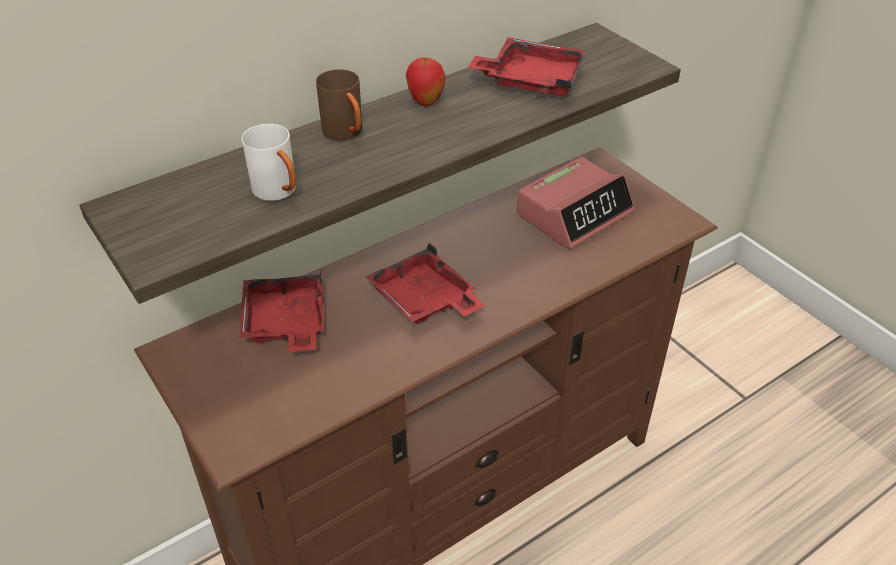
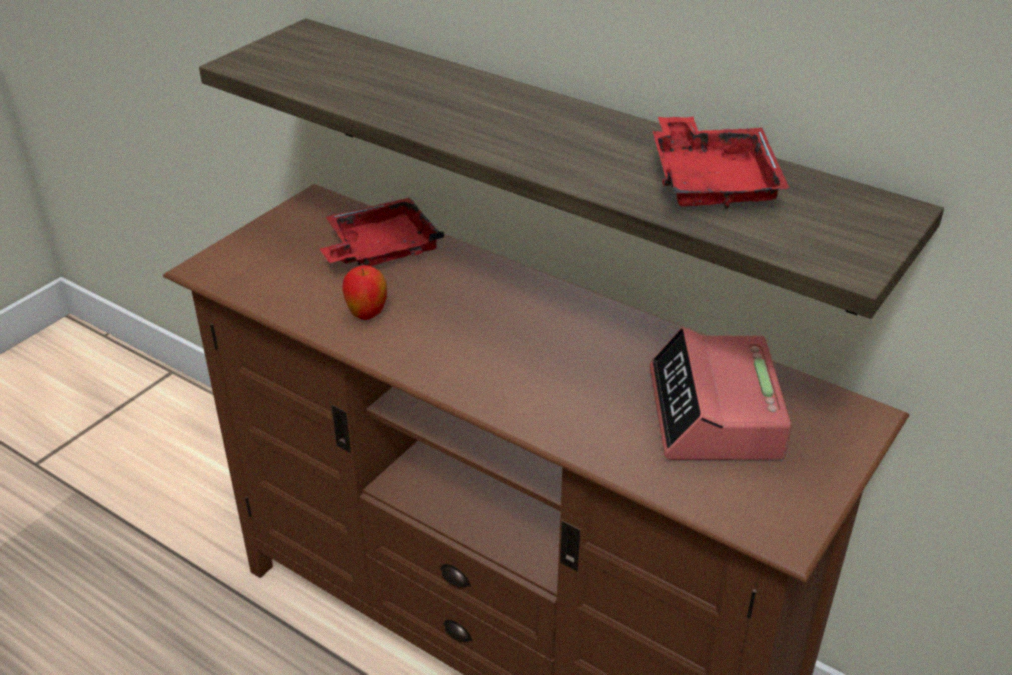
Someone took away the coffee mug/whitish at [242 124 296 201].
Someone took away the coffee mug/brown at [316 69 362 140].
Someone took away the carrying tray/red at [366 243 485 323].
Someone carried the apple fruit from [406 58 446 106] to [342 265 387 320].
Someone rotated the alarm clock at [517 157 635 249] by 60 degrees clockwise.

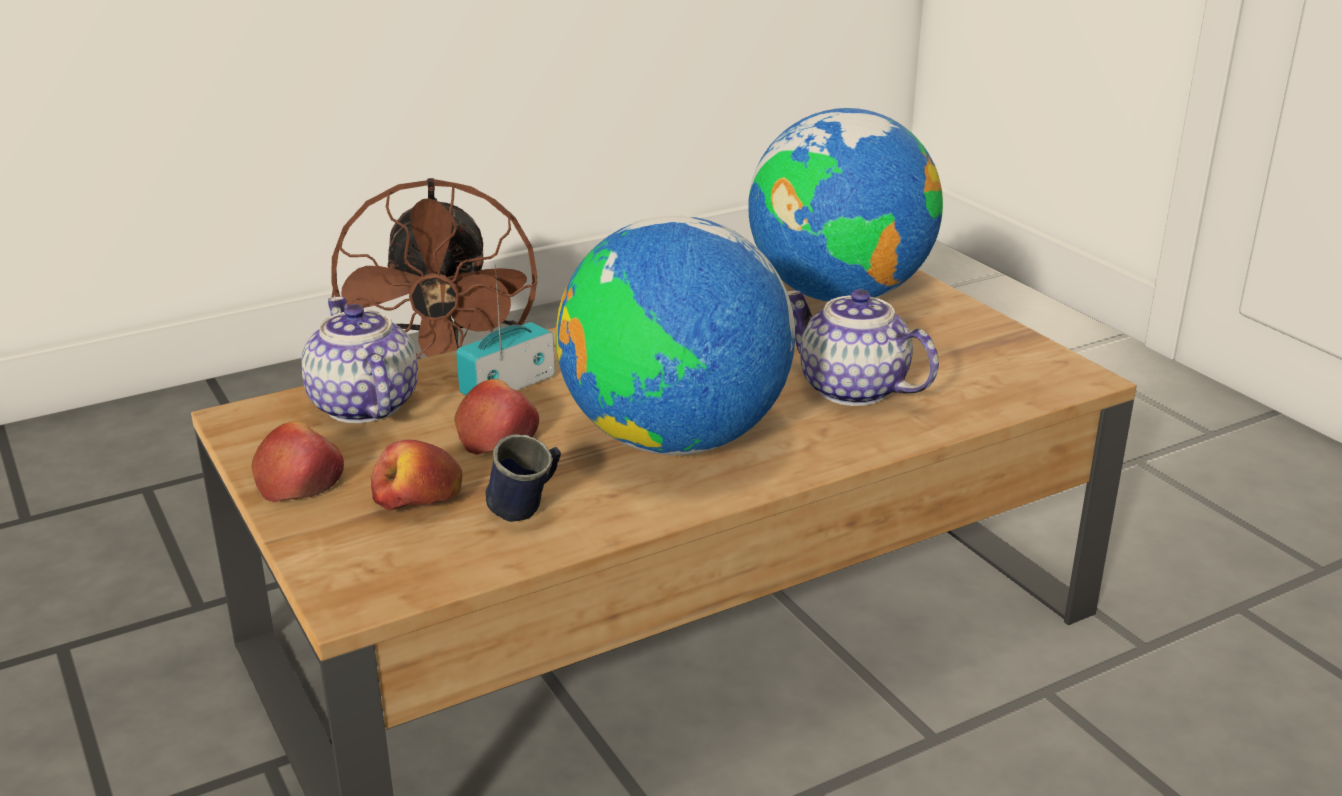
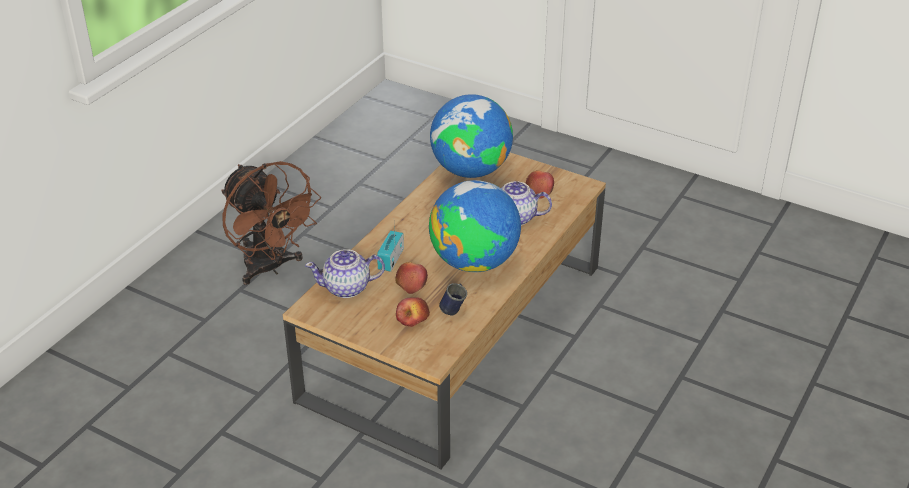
Someone carried the apple fruit from [251 421 344 503] to [525 170 554 199].
Someone rotated the pot for tea at [302 297 418 423] by 45 degrees counterclockwise.

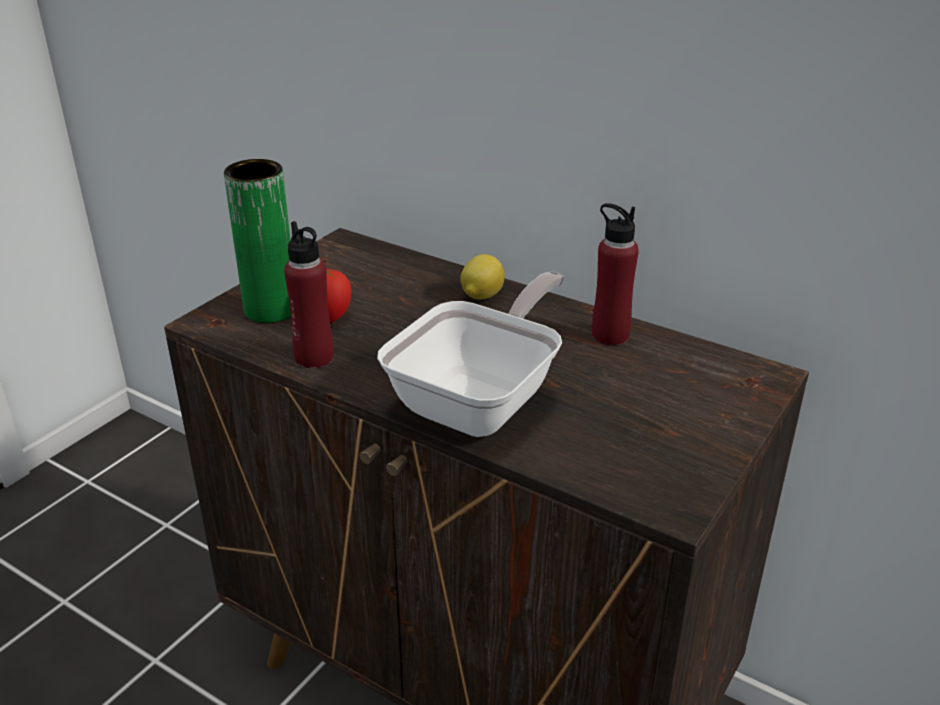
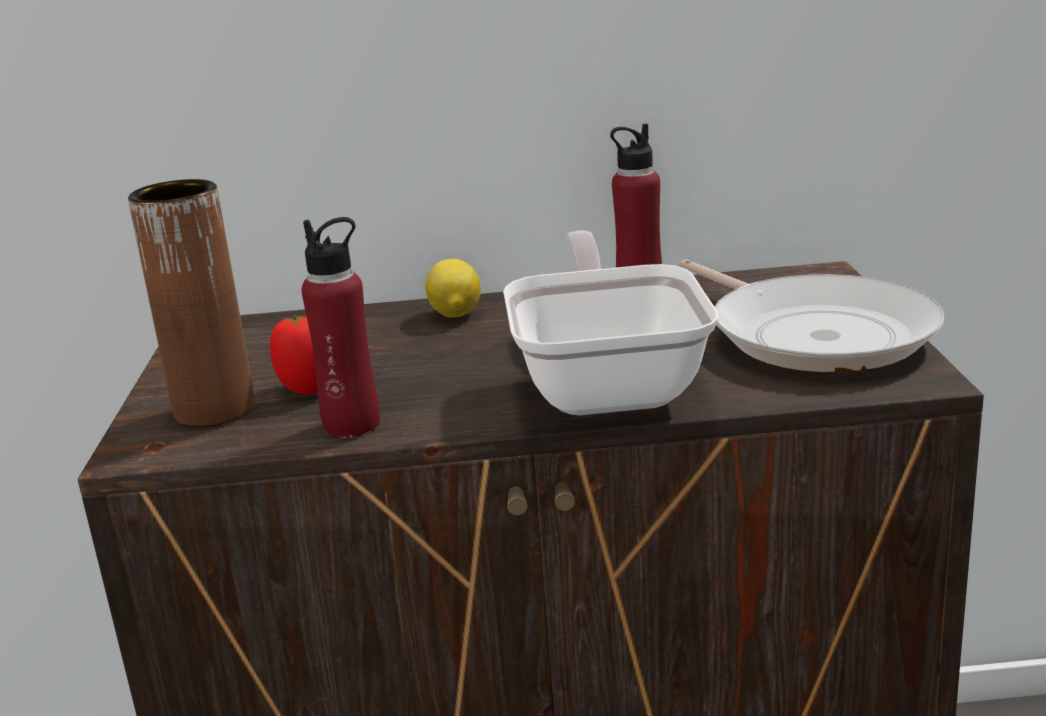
Someone repainted the vase/green-coloured at [224 159 291 323], which became the vase/brown at [128 179 255 427].
Someone put down the frying pan at [679 260 944 373].

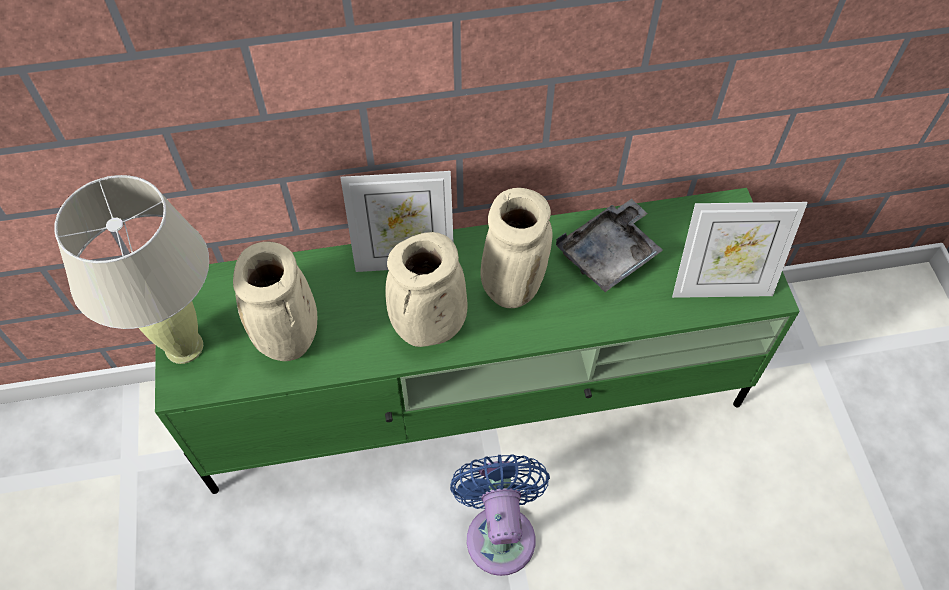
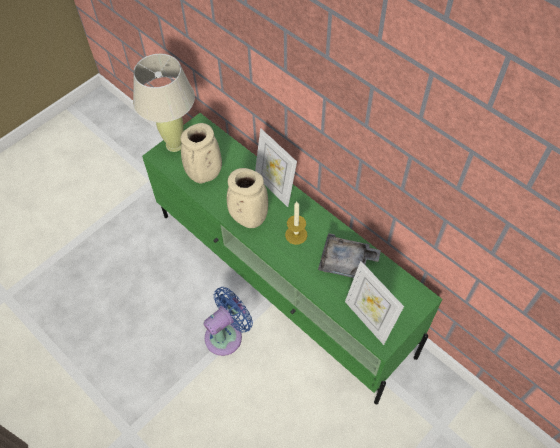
Someone swapped the vase/sand-coloured at [480 188 553 308] for the wax light at [285 202 307 245].

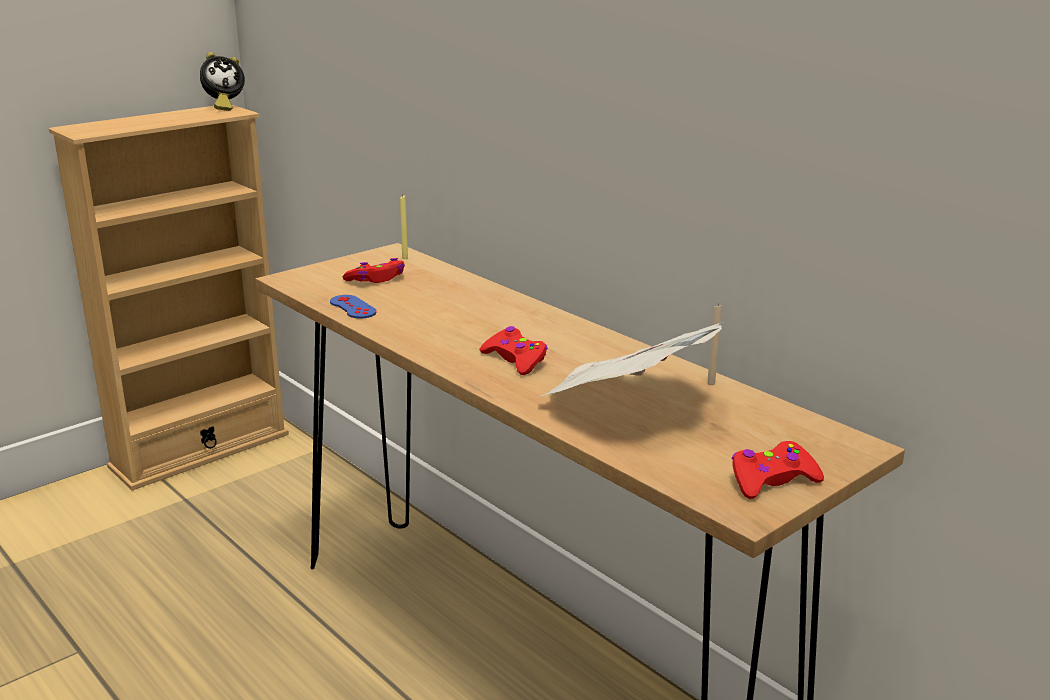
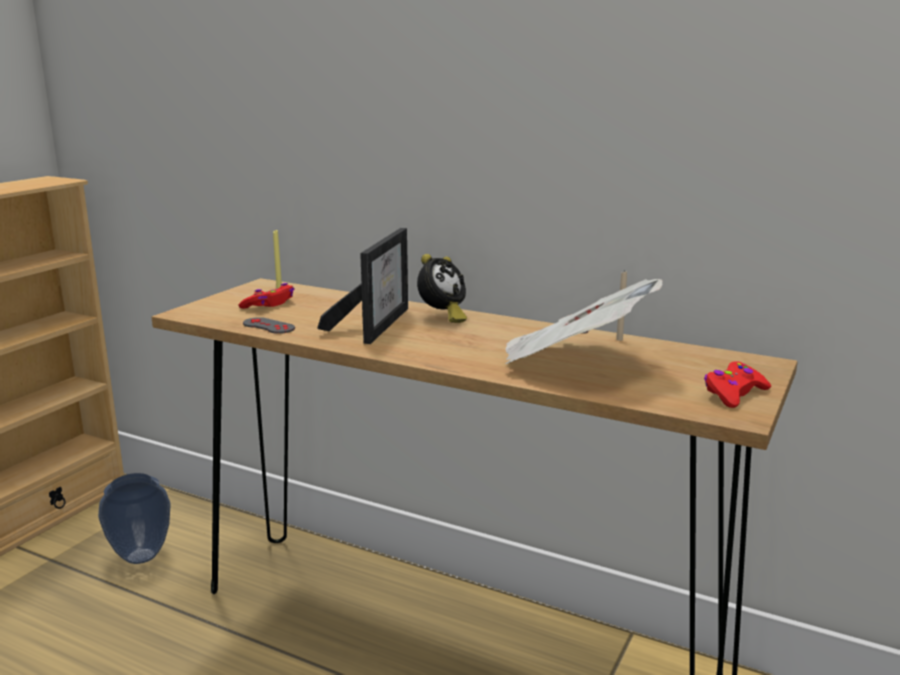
Someone carried the alarm clock from [200 52 245 111] to [417 254 467 323].
Someone repainted the joypad/bluish at [330 295 377 319], which became the joypad/gray at [243 317 295 334].
Someone took away the joypad/red at [480 326 548 375].
Someone put down the vase at [98 473 171 564].
Someone put down the picture frame at [317 228 408 344].

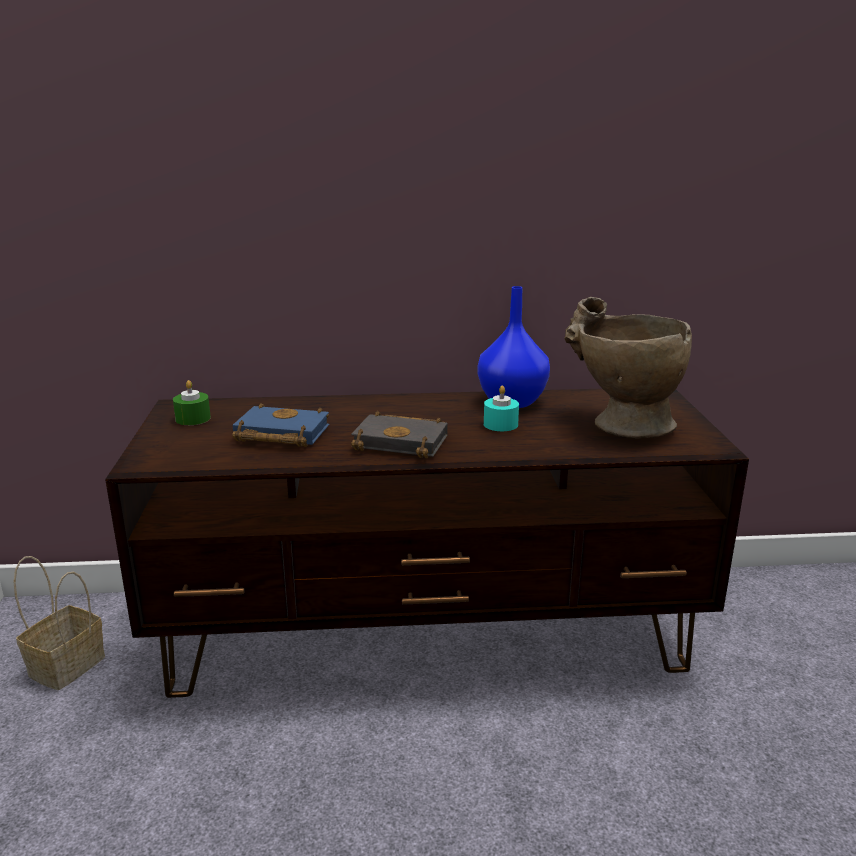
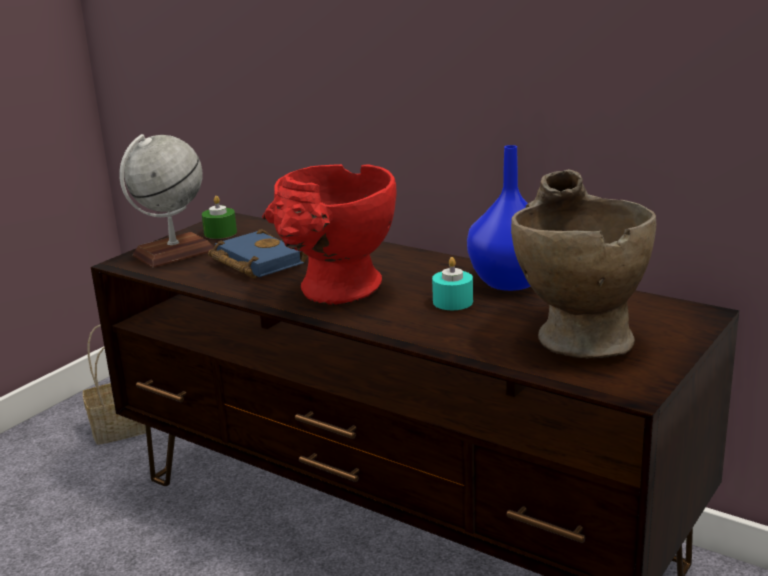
Someone swapped the volume/black at [351 411 448 458] for the vase/red at [262 164 397 305].
Someone put down the world globe at [119 134 214 268].

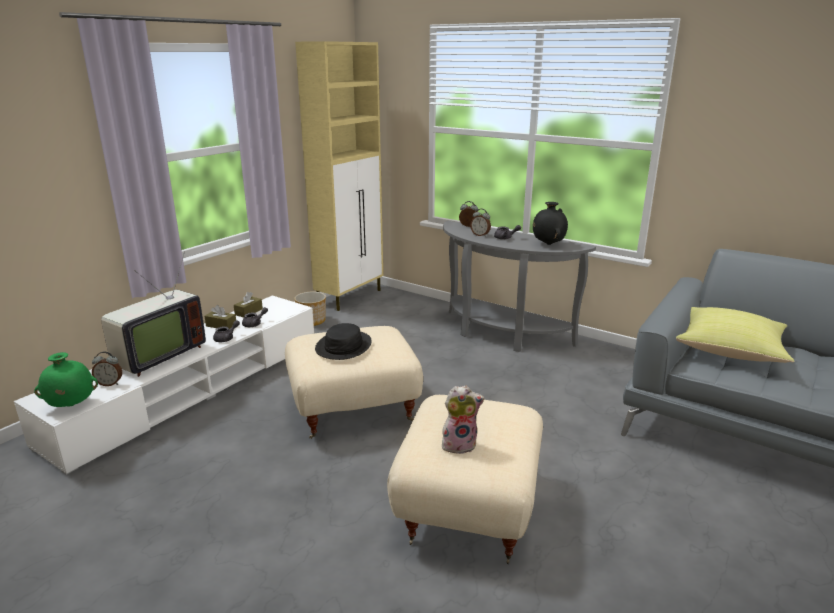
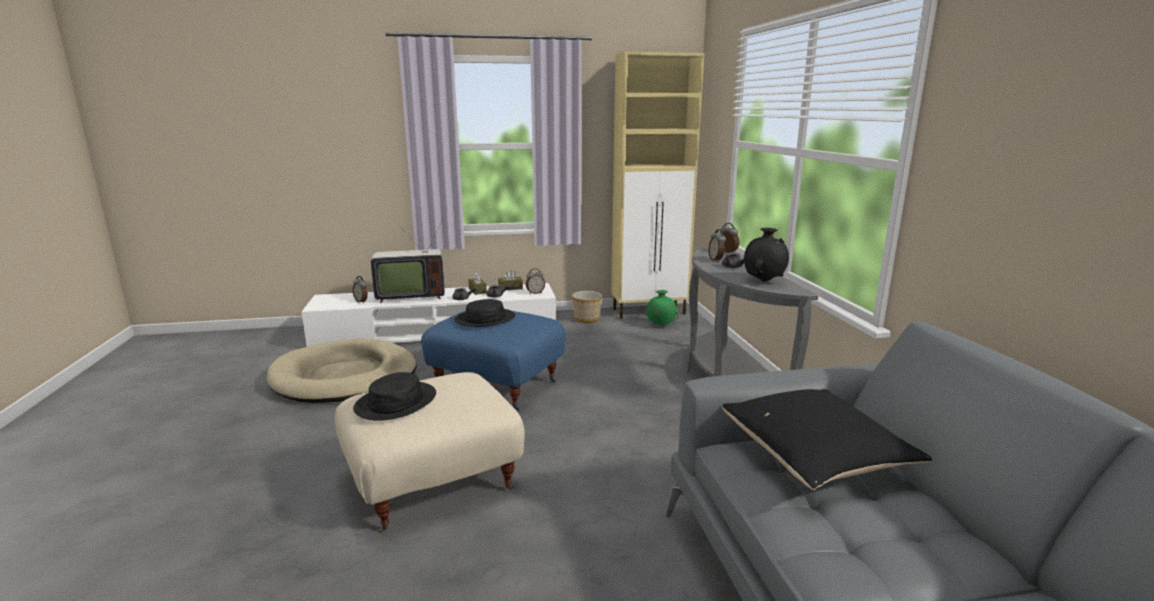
Someone carried the vase/green-coloured from [34 352 98 407] to [644 290 679 326].
Someone repainted the pouffe/sand-coloured at [285 326 423 439], which became the pouffe/bluish at [421 310 566 411].
Someone swapped the cuddly toy at [442 386 484 454] for the clothing hat/black at [353 372 436 421].
Someone repainted the cushion/yellow at [676 307 794 363], which became the cushion/black at [722 389 932 490].
Someone put down the dog cushion/sand-coloured at [267 338 417 403].
Someone put down the alarm clock at [526 268 545 294].

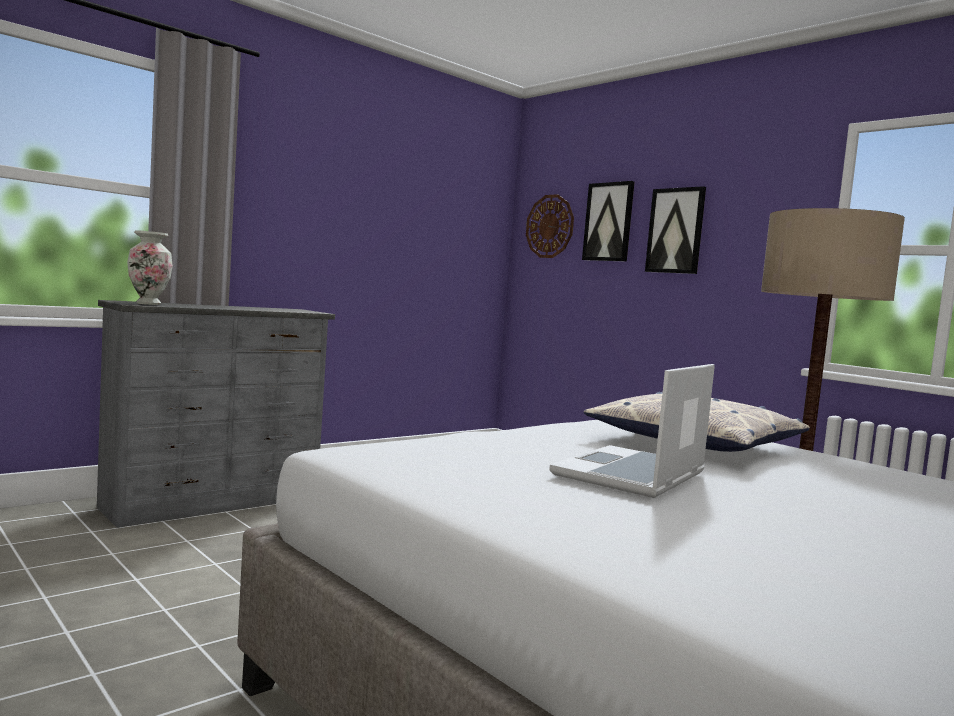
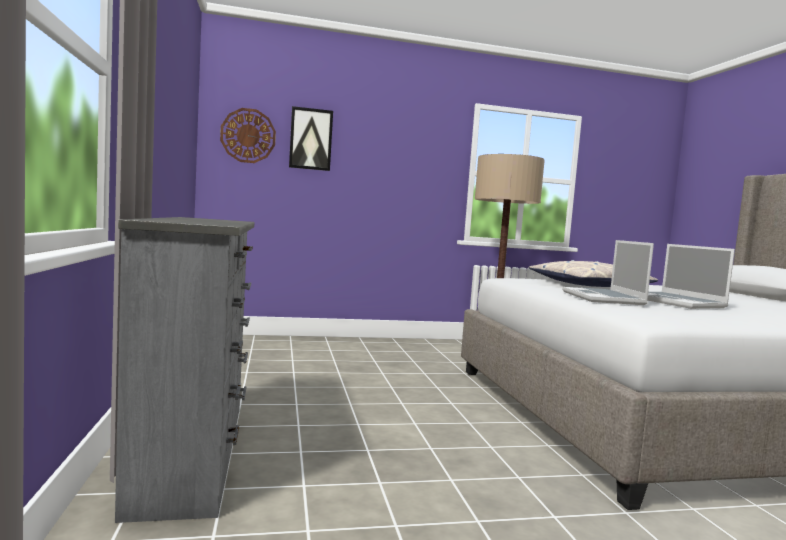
Someone took away the vase at [127 230 173 305].
Someone took away the wall picture at [645 186 706 274].
Someone put down the notebook computer at [562 240 654 305].

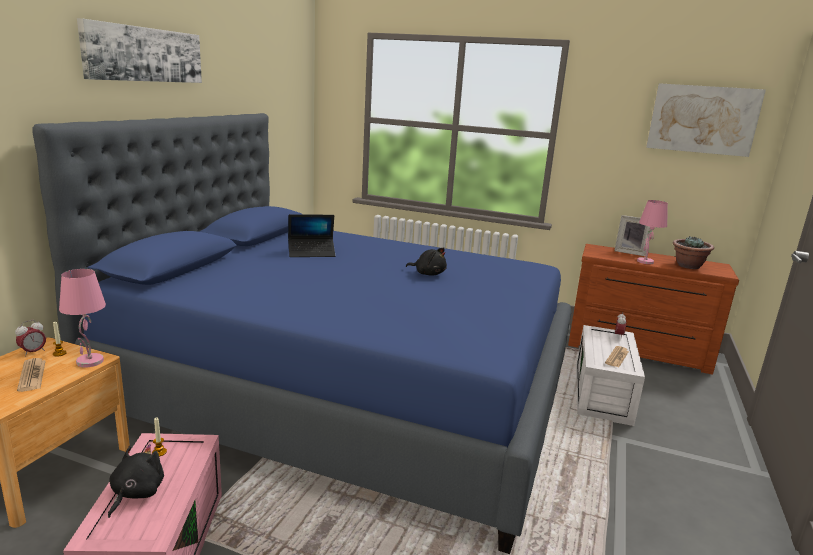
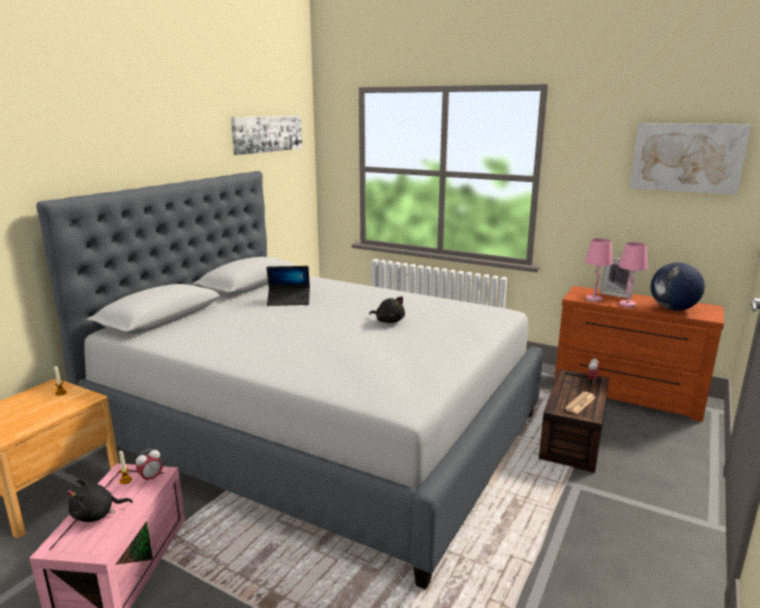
Someone carried the alarm clock from [15 320 46 357] to [136 448 163 484].
Someone took away the newspaper at [17 358 46 392].
Someone repainted the bed/bluish at [32 113 571 554], which became the bed/gray at [36 171 543 590].
Someone carried the table lamp/pink-coloured from [59 269 106 367] to [585 238 613 302].
Someone carried the wall picture from [77 18 202 83] to [231 116 302 155].
Someone rotated the cuddly toy/black at [108 444 164 518] by 135 degrees counterclockwise.
Someone repainted the storage bin/whitish at [576 325 645 426], which became the storage bin/brown at [539 369 609 473].
Someone swapped the houseplant at [673 236 714 269] for the world globe at [651 263 705 311].

